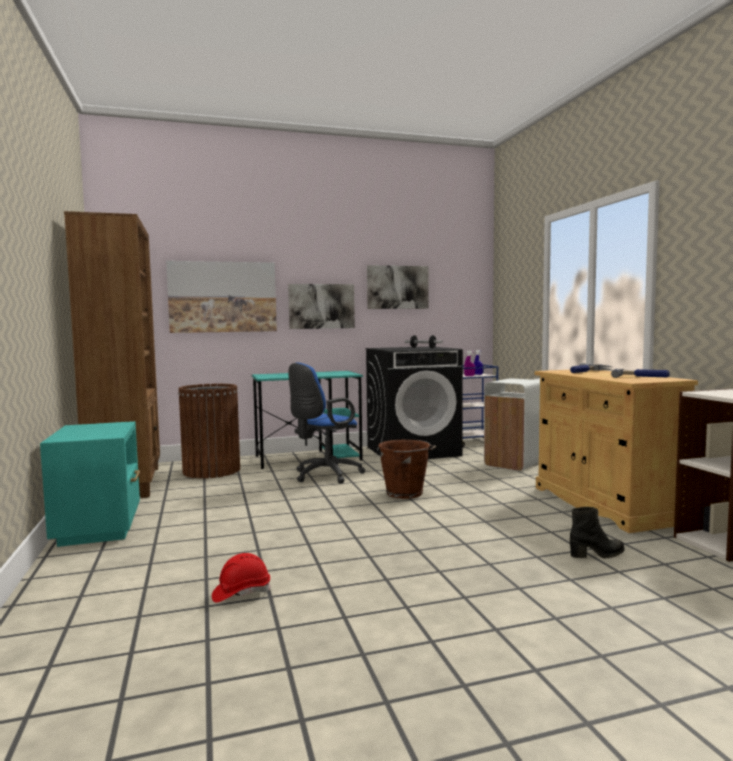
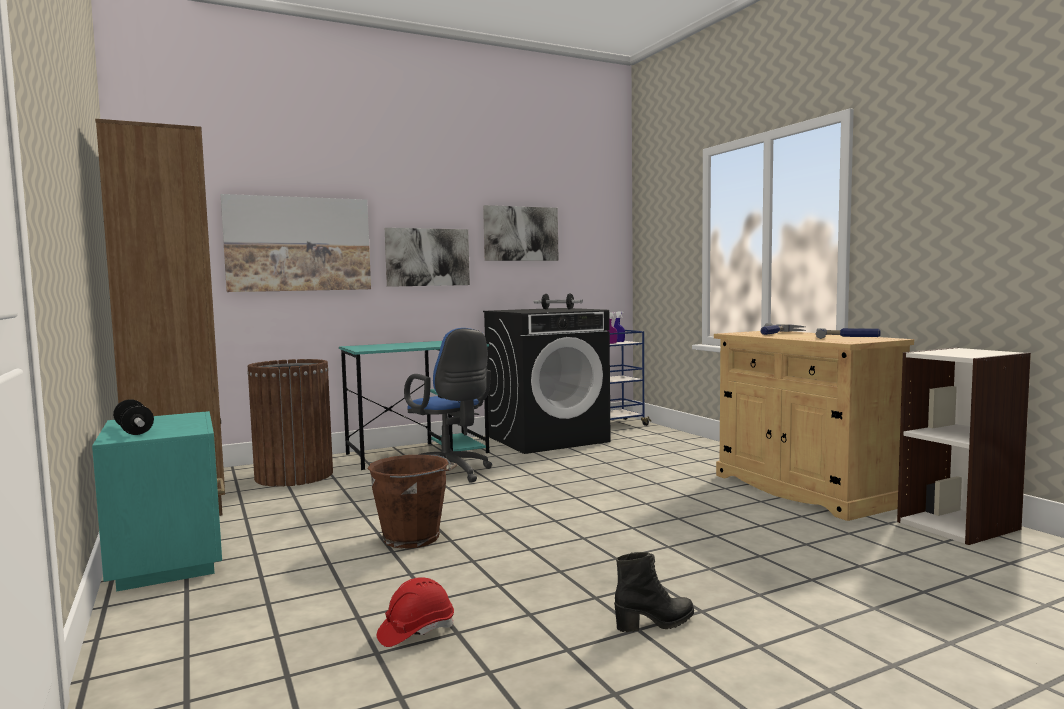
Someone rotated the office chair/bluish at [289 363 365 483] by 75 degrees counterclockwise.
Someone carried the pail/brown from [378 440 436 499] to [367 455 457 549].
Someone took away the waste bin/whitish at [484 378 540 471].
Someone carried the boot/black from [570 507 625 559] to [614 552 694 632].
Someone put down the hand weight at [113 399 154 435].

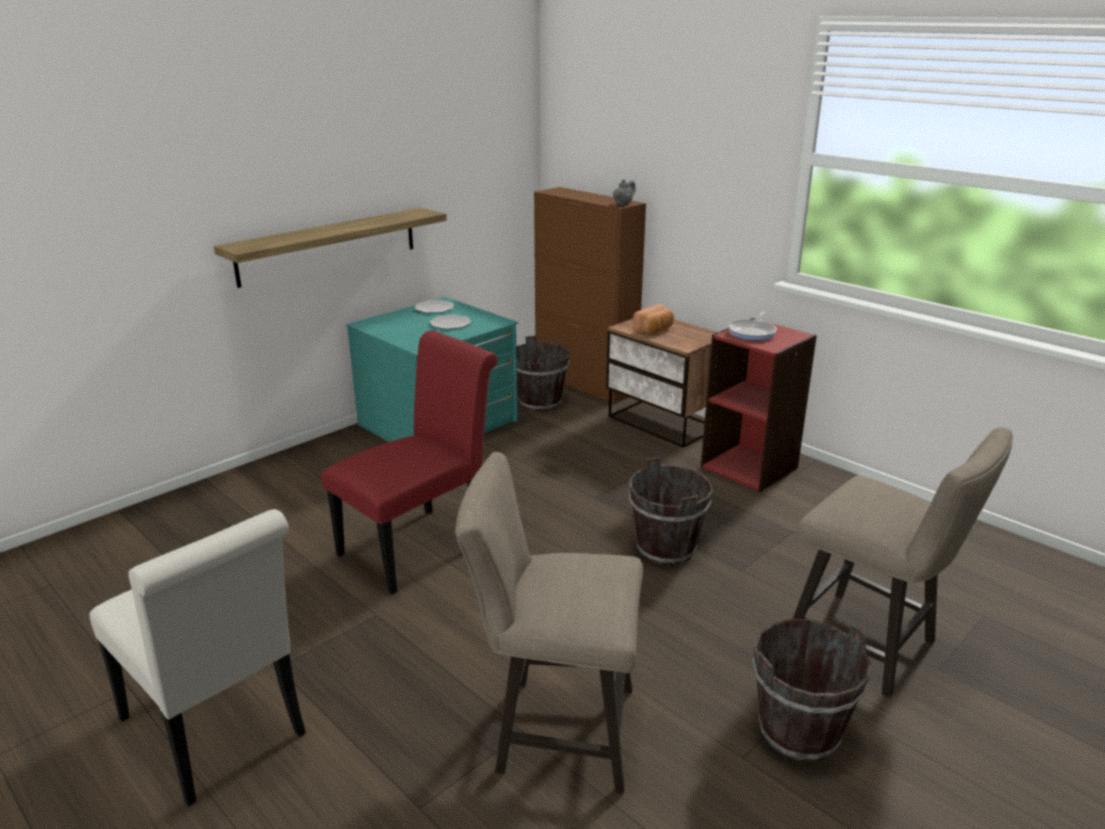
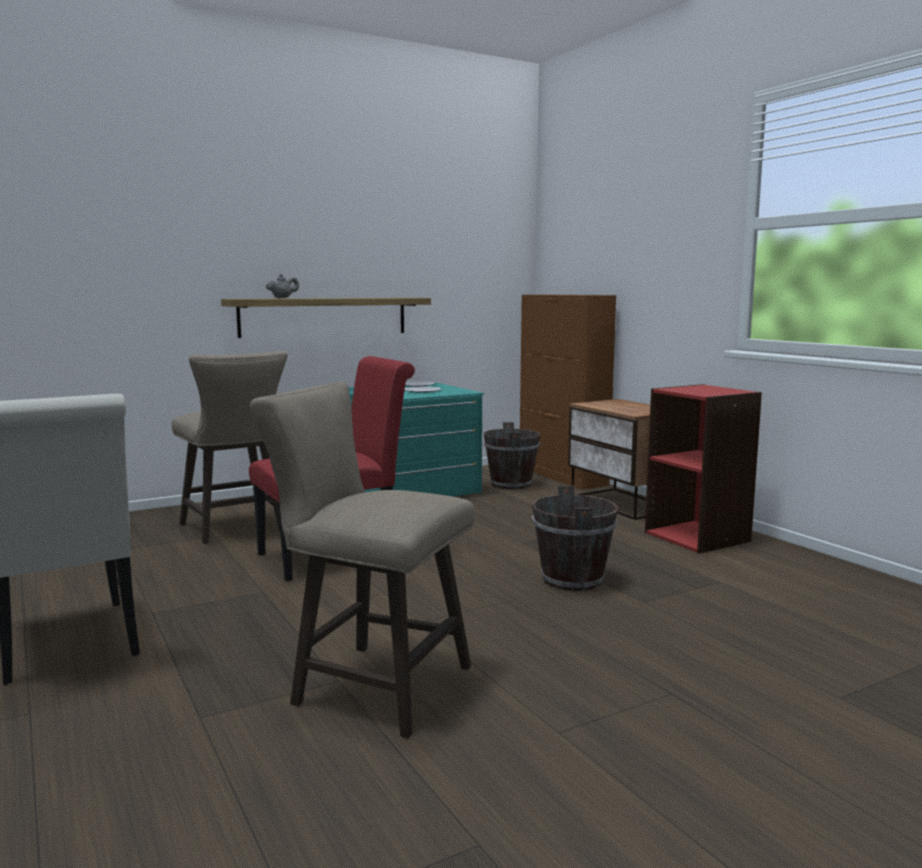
Someone carried the pot for tea/gray from [613 179 636 205] to [266 274 299 298].
Someone took away the baked bread at [633 304 674 334].
Someone took away the frying pan at [728 311 777 341].
Someone took away the pail/brown at [753 619 872 762].
Someone carried the sitting stool/sand-coloured from [793 427 1013 698] to [172 351 287 544].

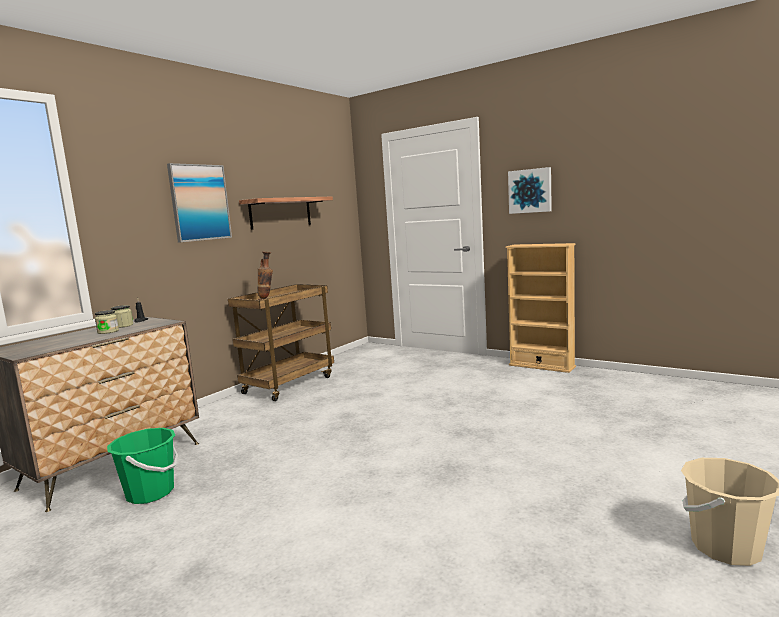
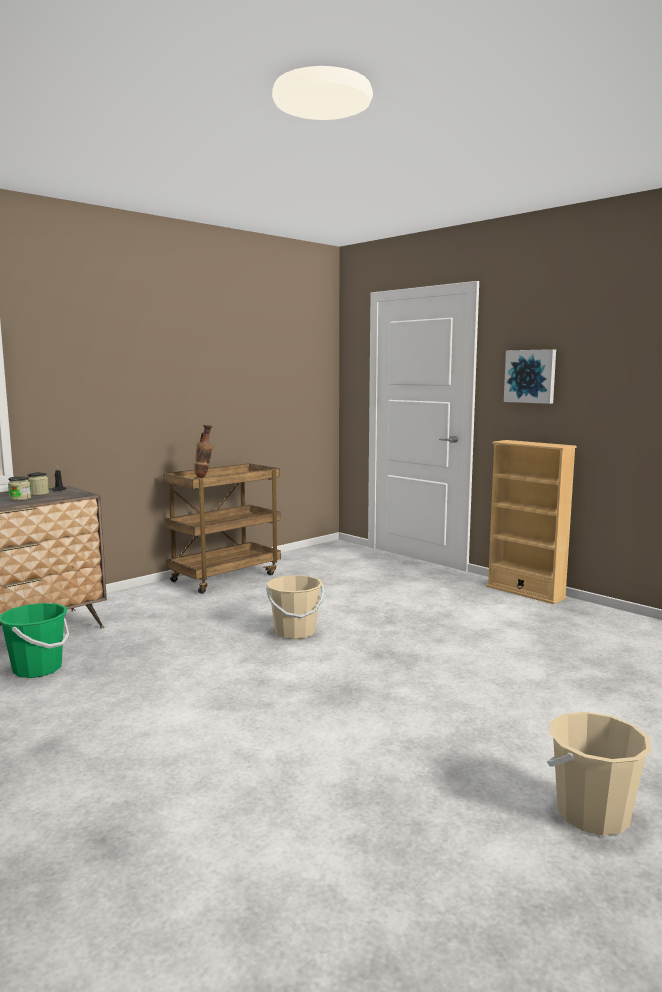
Someone took away the wall picture at [167 163 232 242].
Someone took away the wall shelf at [239 197 333 230].
Someone put down the pail/sand-coloured at [266 575 325 639].

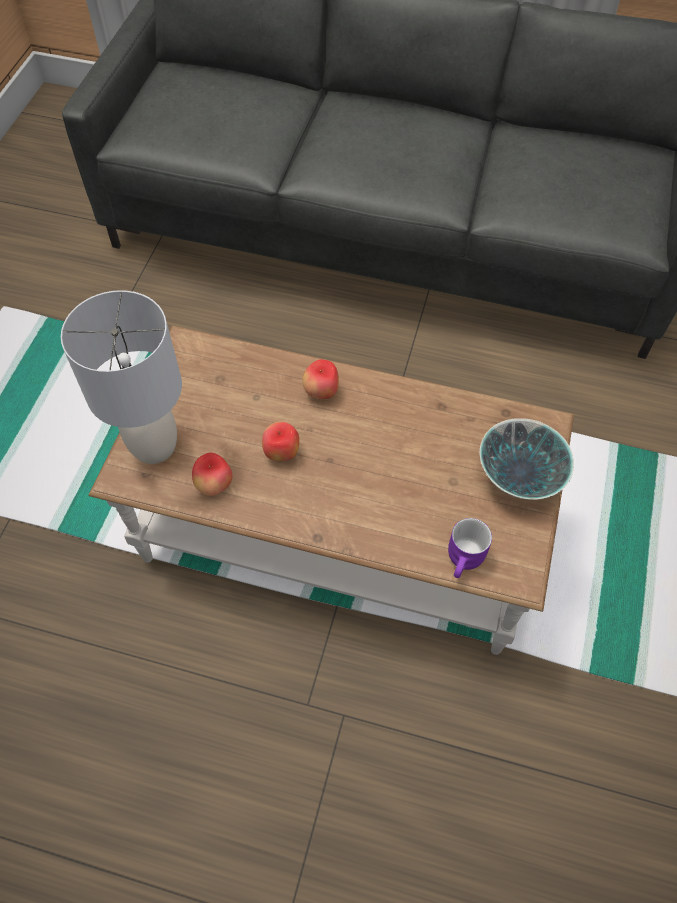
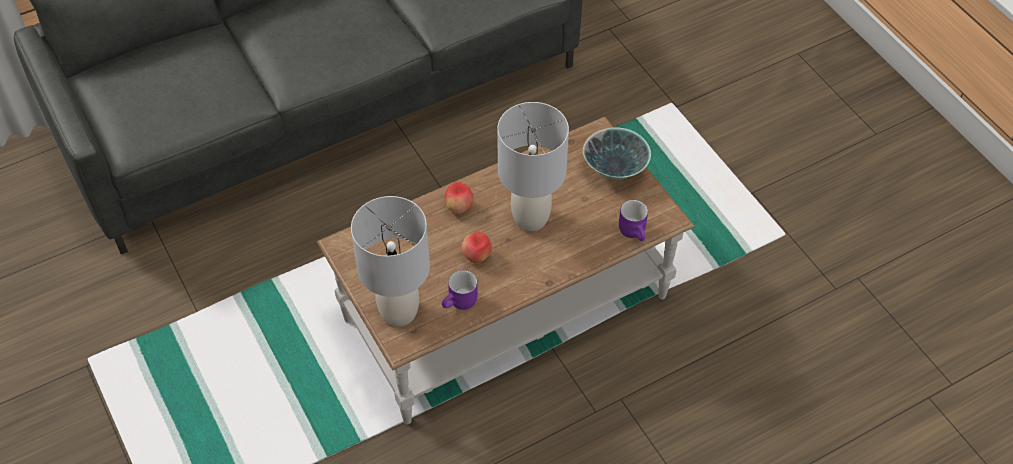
Someone swapped the apple fruit at [192 453 232 496] for the coffee mug/purple-coloured at [442 270 478 310].
Someone put down the table lamp/gray at [497 102 569 231].

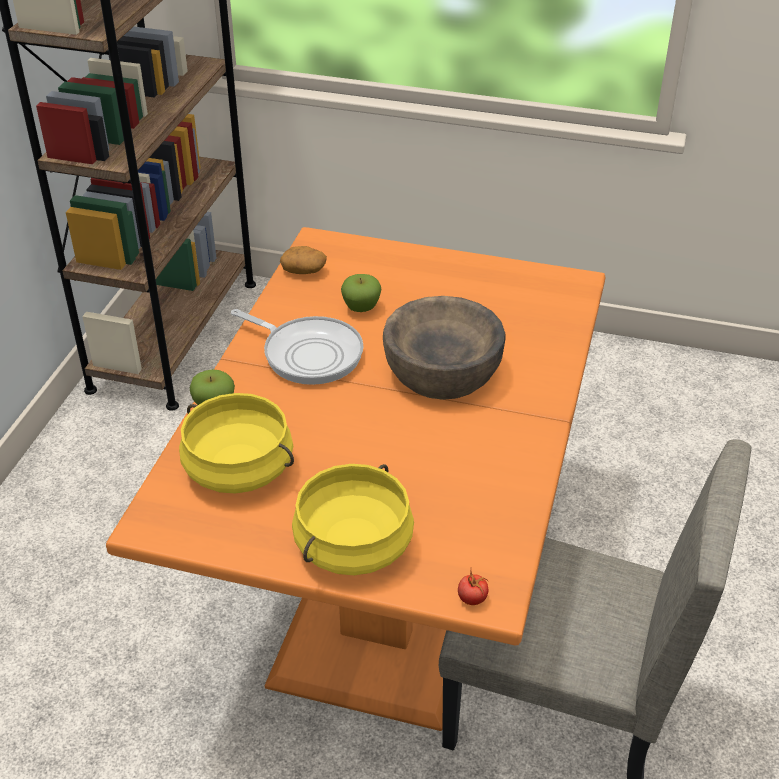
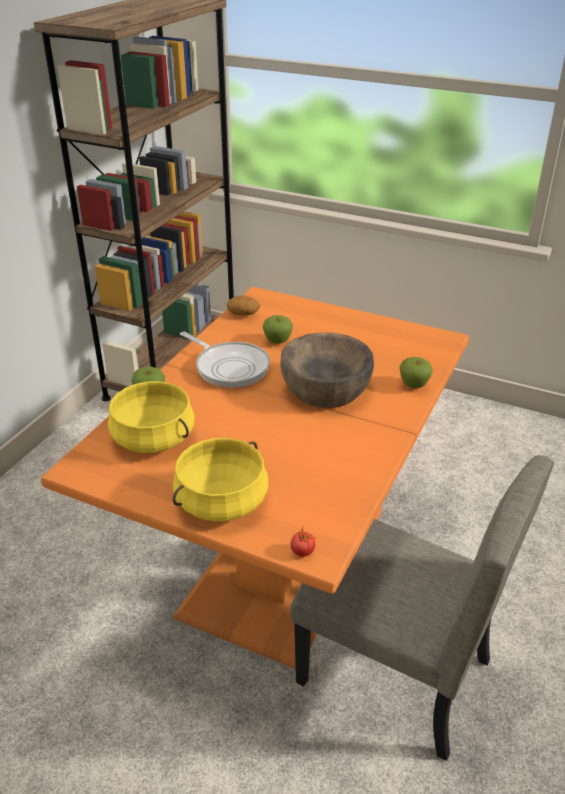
Someone put down the apple fruit at [400 357 433 388].

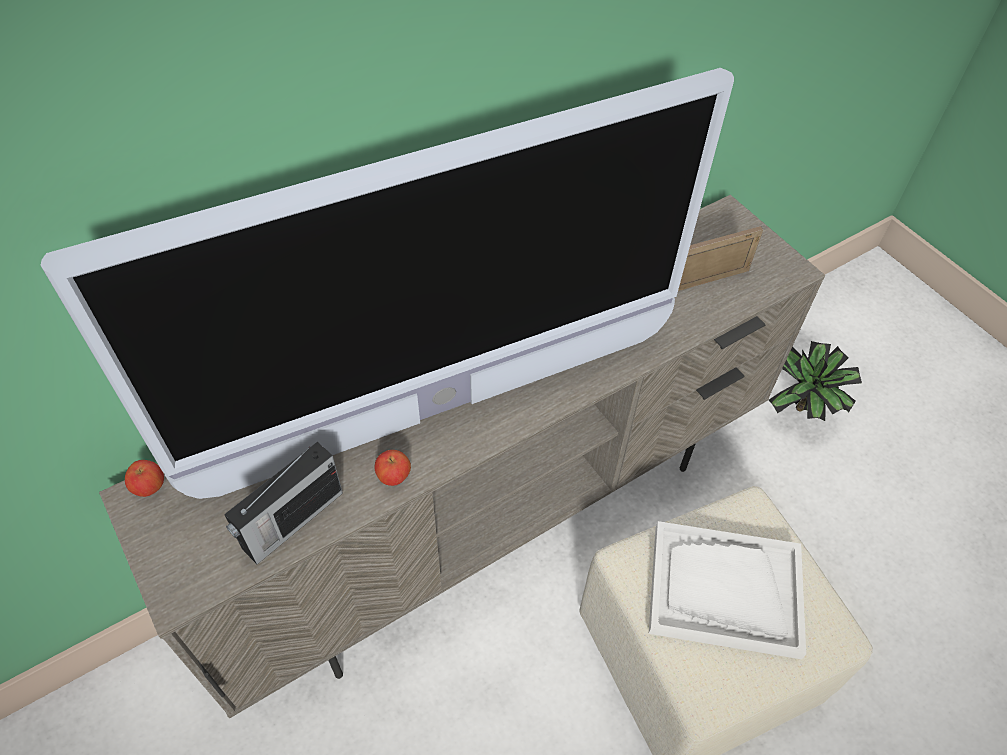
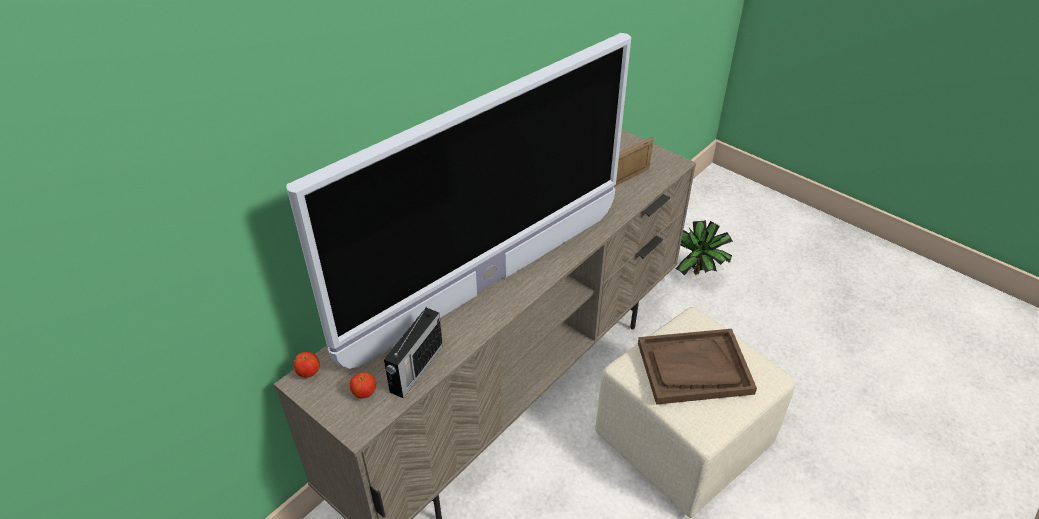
Someone carried the apple fruit from [374 450 411 486] to [350 372 376 399].
Someone repainted the carrying tray/whitish at [649 521 806 659], which became the carrying tray/brown at [638 329 757 405].

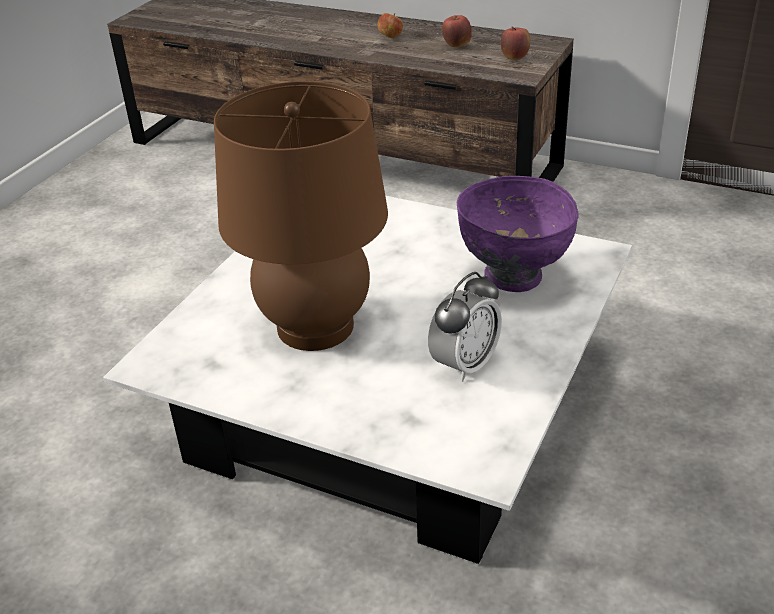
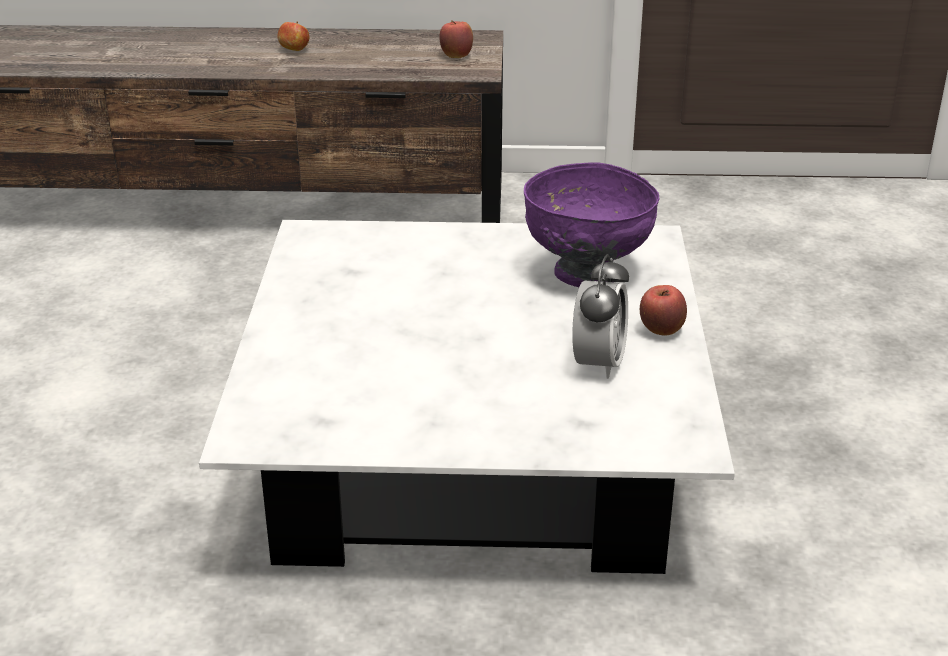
Someone took away the table lamp/brown at [214 81 388 351].
Someone carried the apple fruit from [442 15 472 48] to [640 285 687 336].

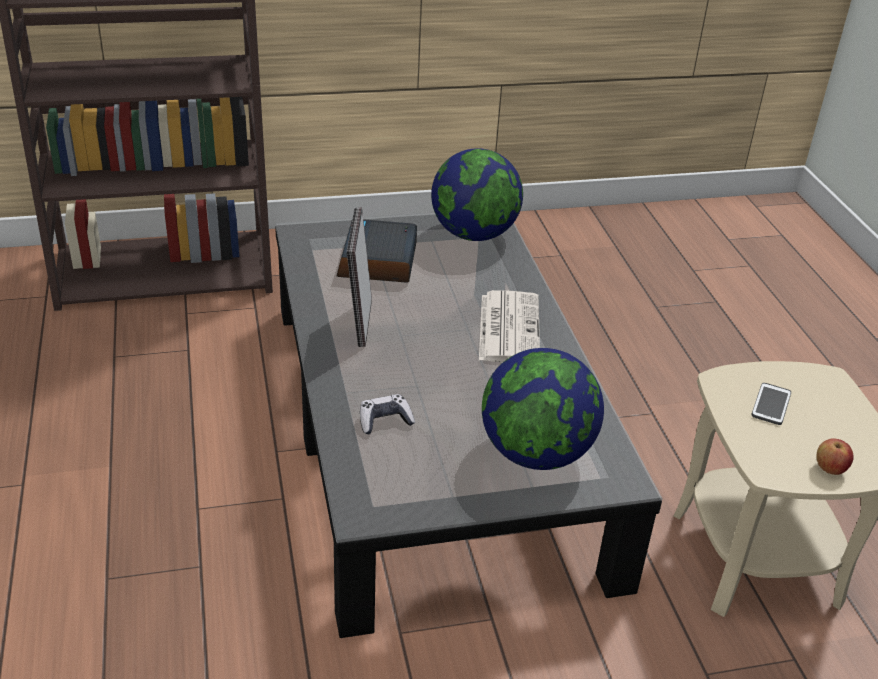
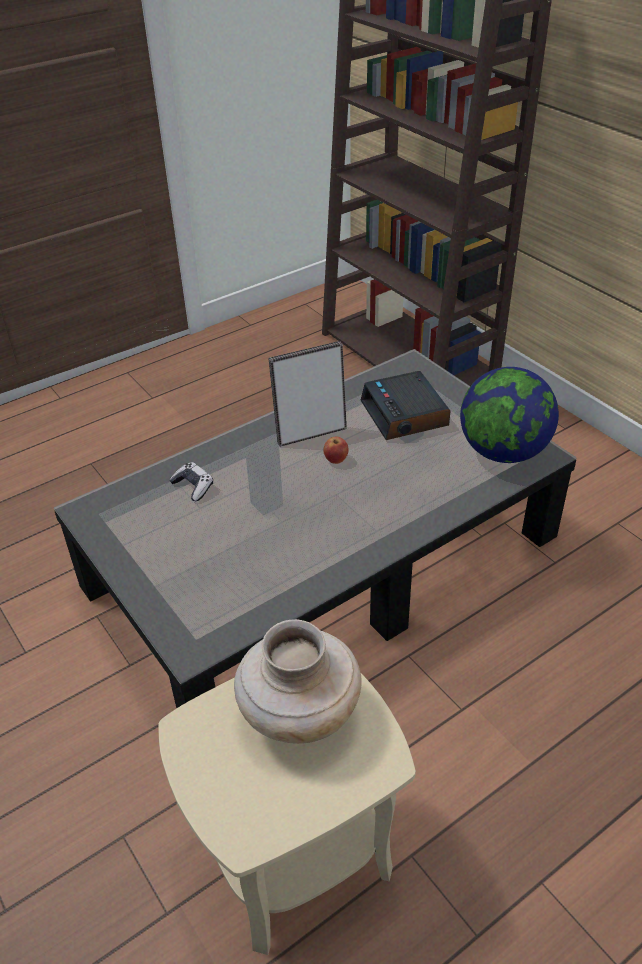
Someone rotated the alarm clock at [337 219 417 283] by 90 degrees counterclockwise.
Someone took away the newspaper at [479 290 540 362].
Someone took away the world globe at [482 348 604 470].
Someone swapped the phone at [752 383 791 425] for the vase/sand-coloured at [234 619 362 744].
Someone carried the apple fruit from [817 438 854 475] to [323 437 349 464].

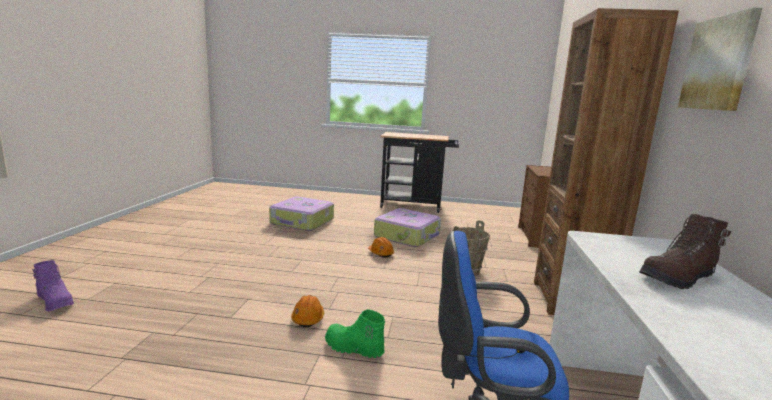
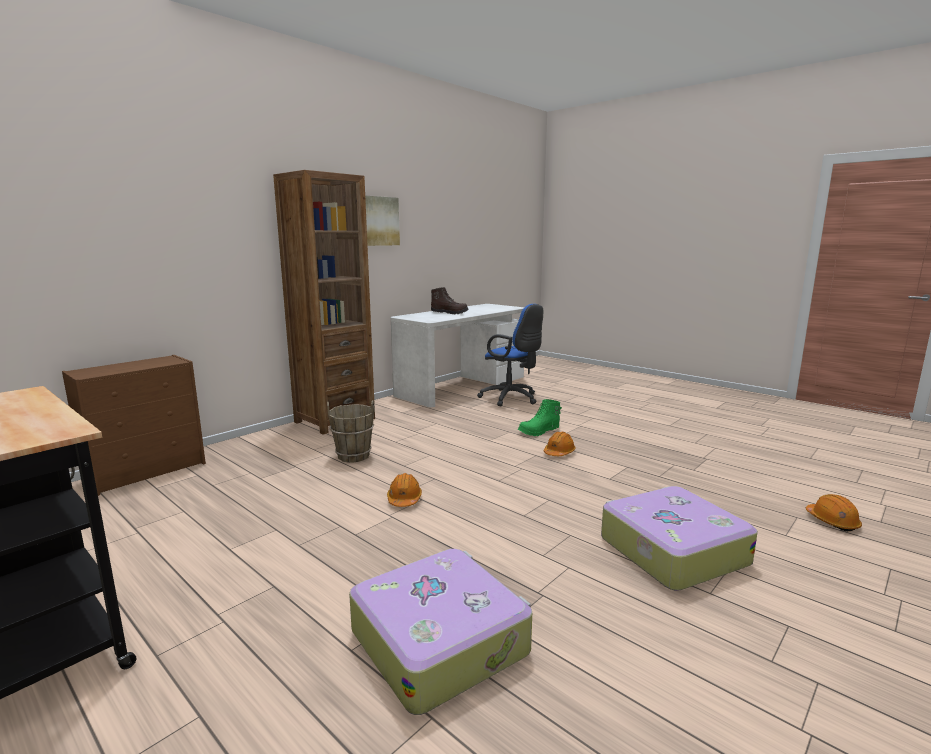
Someone swapped the boot/purple-coloured at [32 260 74 312] for the work helmet/orange at [806 494 862 531].
Someone rotated the boot/green-coloured at [325 309 385 358] by 90 degrees clockwise.
Someone carried the piece of luggage from [374 208 441 247] to [601 486 758 591].

